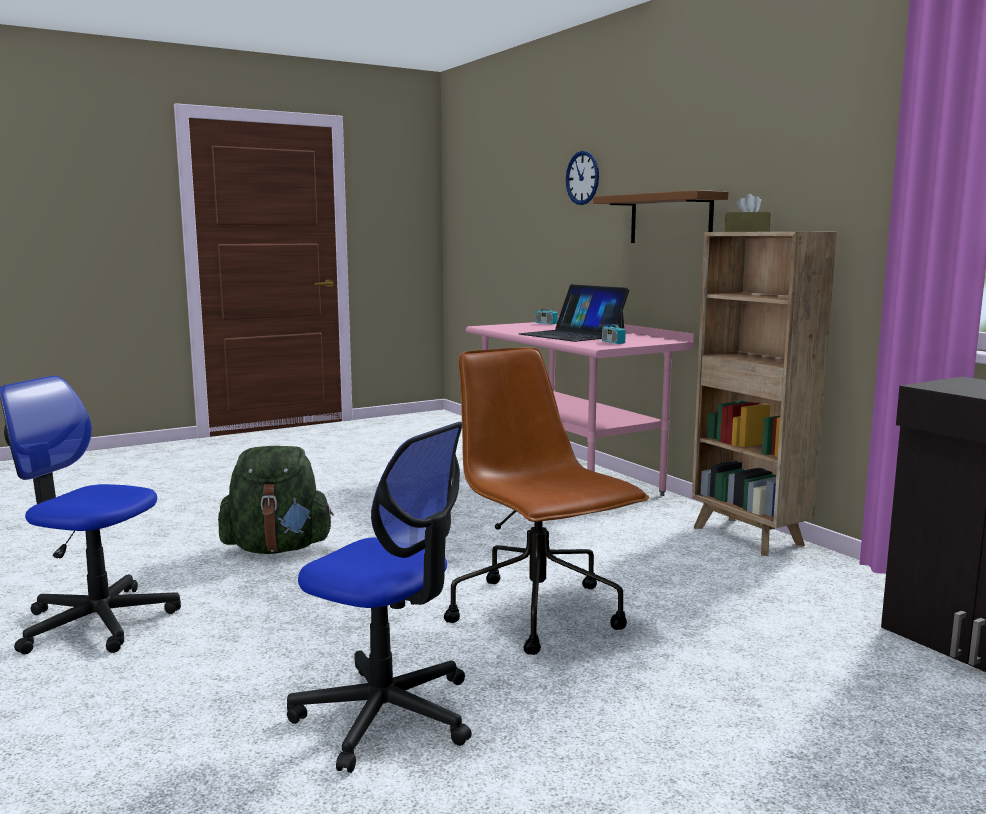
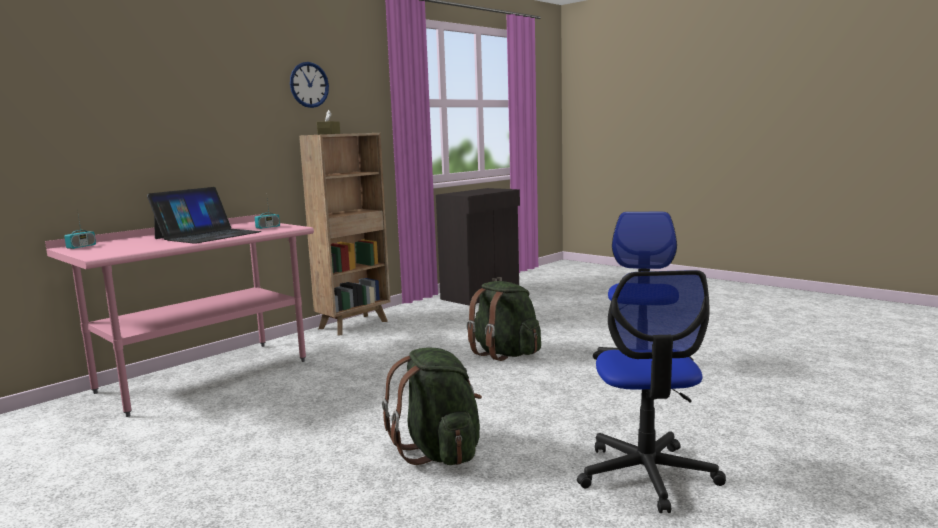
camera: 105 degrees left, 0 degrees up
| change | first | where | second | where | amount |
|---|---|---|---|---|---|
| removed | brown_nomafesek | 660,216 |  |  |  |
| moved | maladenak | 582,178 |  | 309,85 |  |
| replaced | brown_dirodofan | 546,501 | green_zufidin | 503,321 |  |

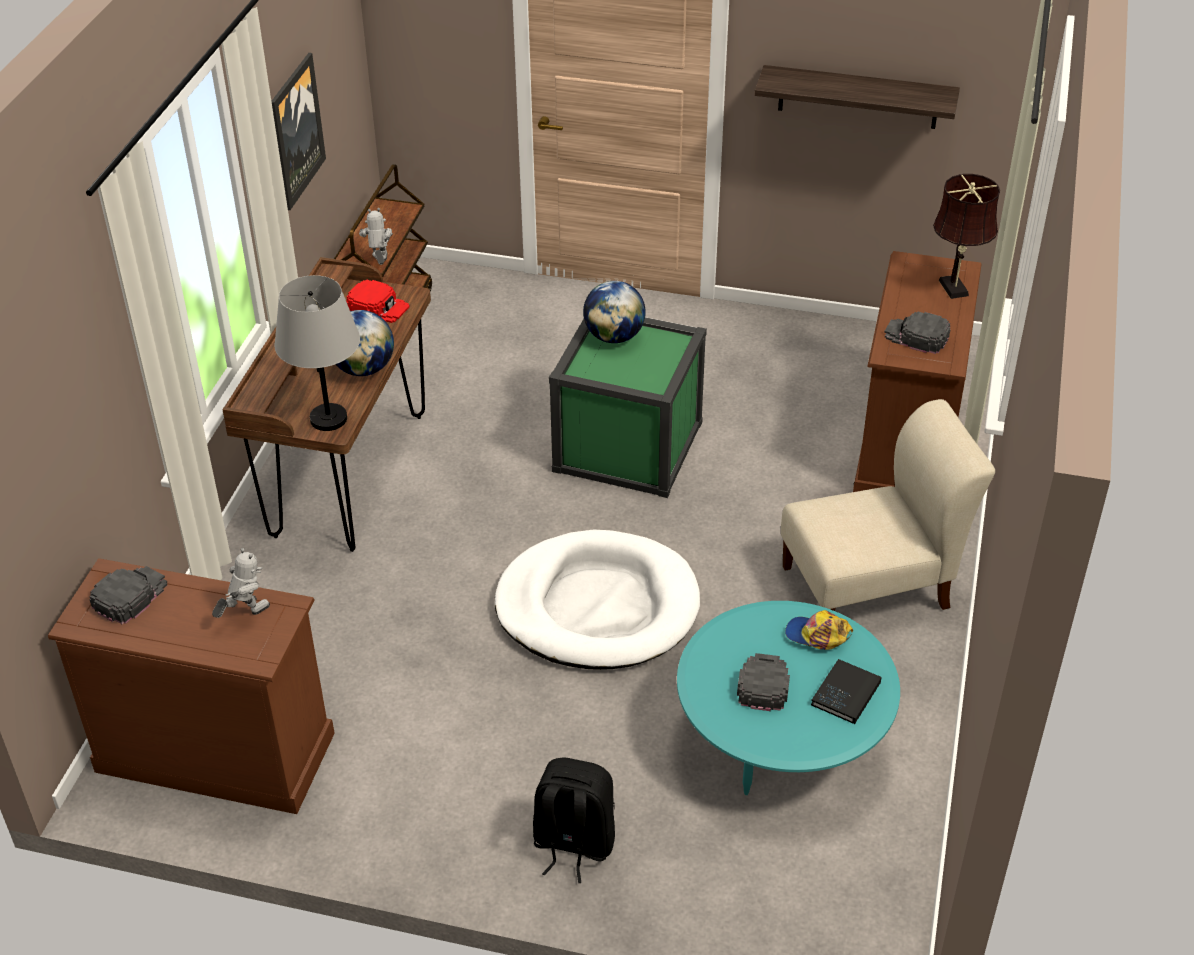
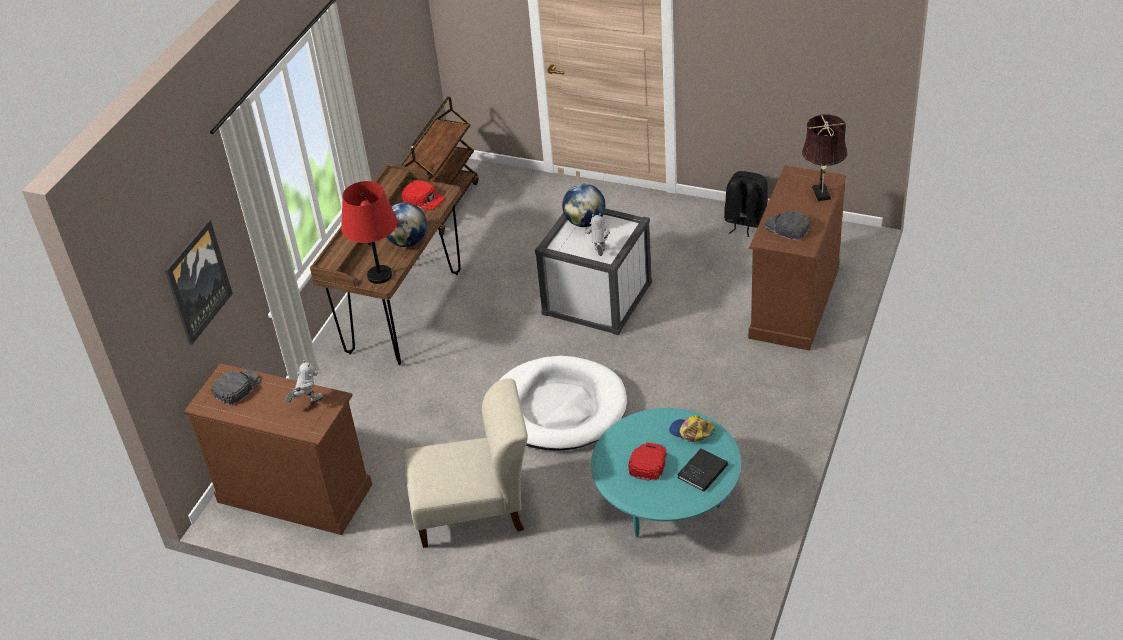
camera: 10 degrees right, 0 degrees up
| change | first | where | second | where | amount |
|---|---|---|---|---|---|
| removed | nomafesek | 857,97 |  |  |  |
| moved | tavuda | 298,131 |  | 199,282 |  |
| moved | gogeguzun | 376,236 |  | 597,234 |  |
| moved | black_zufidin | 574,820 |  | 746,204 |  |
| moved | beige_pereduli | 888,505 |  | 466,463 |  |
| recoloured | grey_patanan | 317,353 | red_patanan | 369,232 |  |
| recoloured | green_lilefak | 628,407 | white_lilefak | 593,272 |  |
| recoloured | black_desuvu | 763,682 | red_desuvu | 648,461 |  |

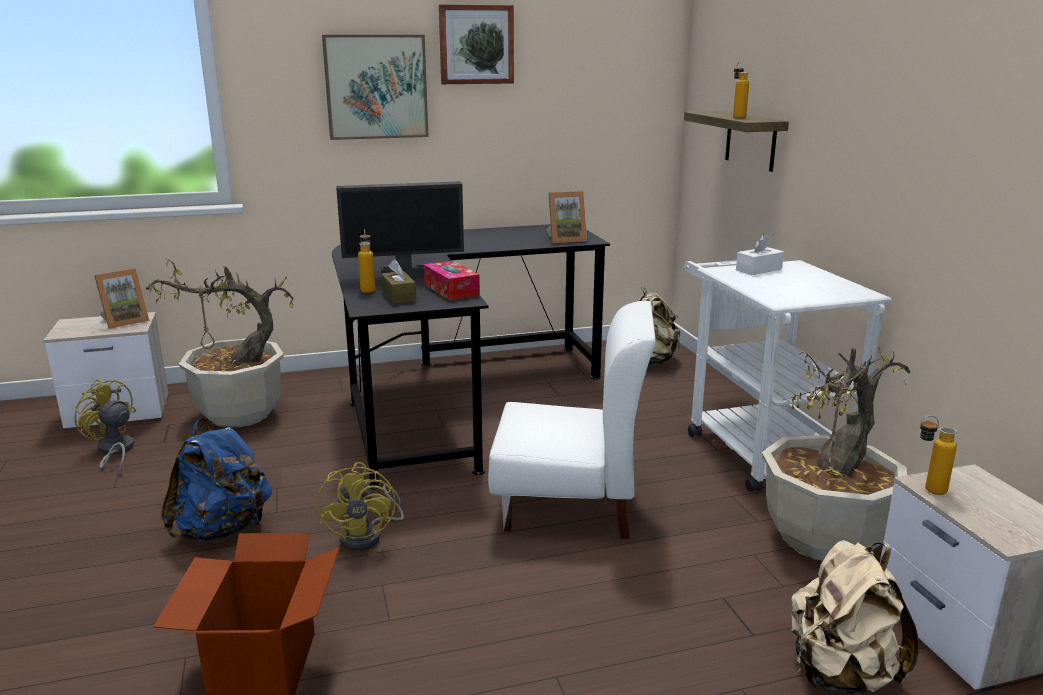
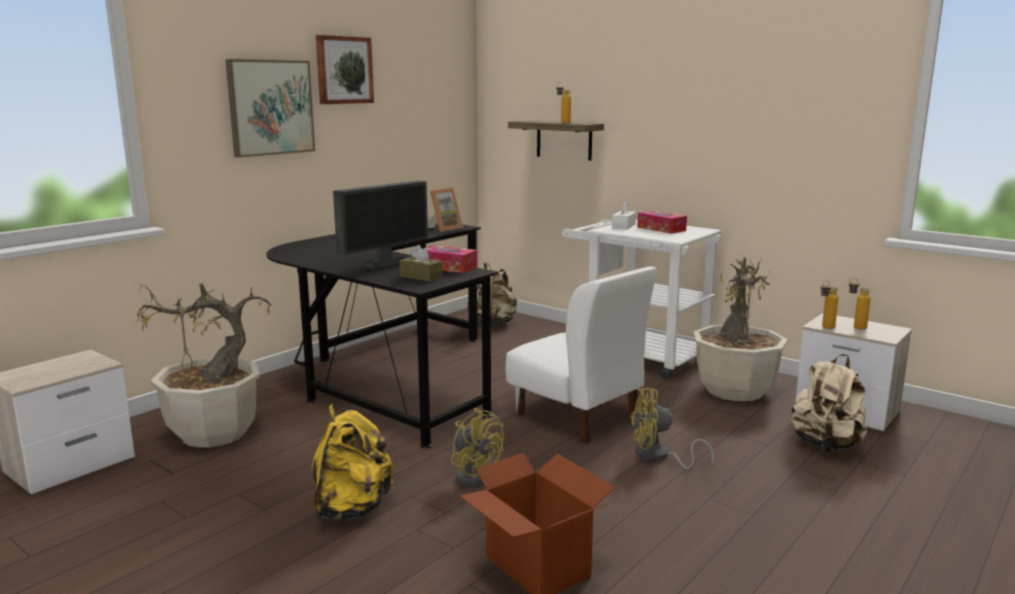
camera: 35 degrees left, 5 degrees down
| change | first | where | second | where | amount |
|---|---|---|---|---|---|
| removed | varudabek | 122,299 |  |  |  |
| added |  |  | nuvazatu | 662,222 |  |
| moved | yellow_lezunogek | 105,426 |  | 672,428 |  |
| moved | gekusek | 366,261 |  | 860,304 |  |
| recoloured | blue_zufidin | 216,479 | yellow_zufidin | 353,463 |  |
| turned | white_pereduli | 572,420 |  | 581,355 | 75 degrees clockwise |

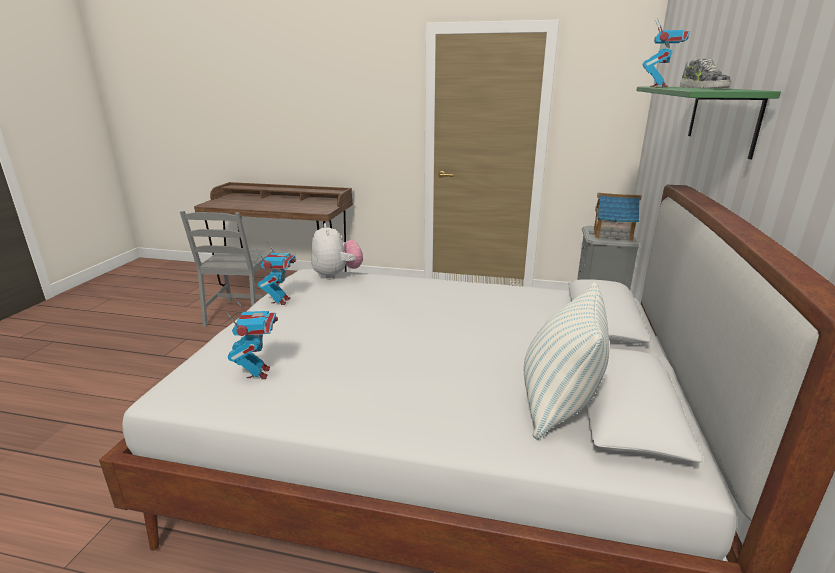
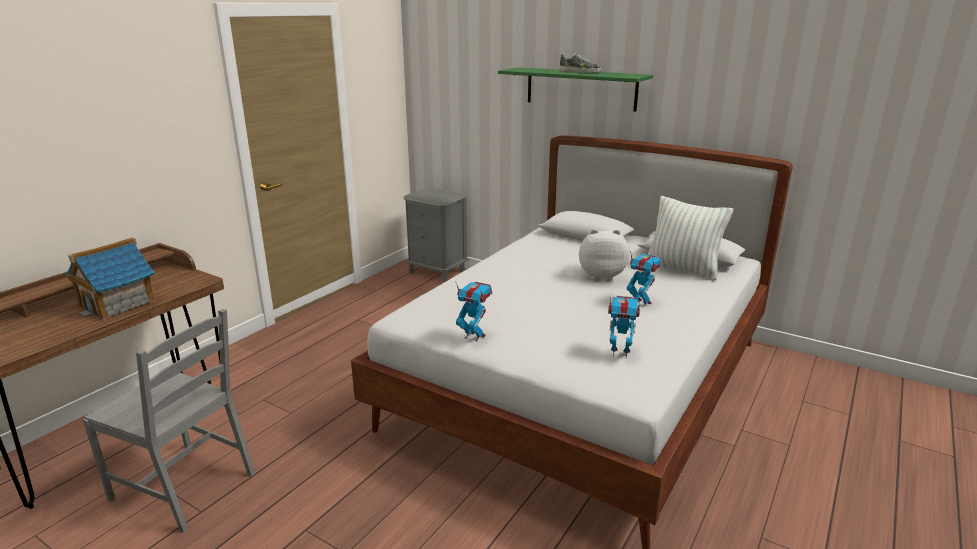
camera: 70 degrees left, 0 degrees up
| change | first | where | second | where | amount |
|---|---|---|---|---|---|
| moved | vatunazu | 337,251 |  | 604,255 |  |
| moved | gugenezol | 615,217 |  | 110,279 |  |
| moved | gogeguzun | 666,52 |  | 644,279 |  |

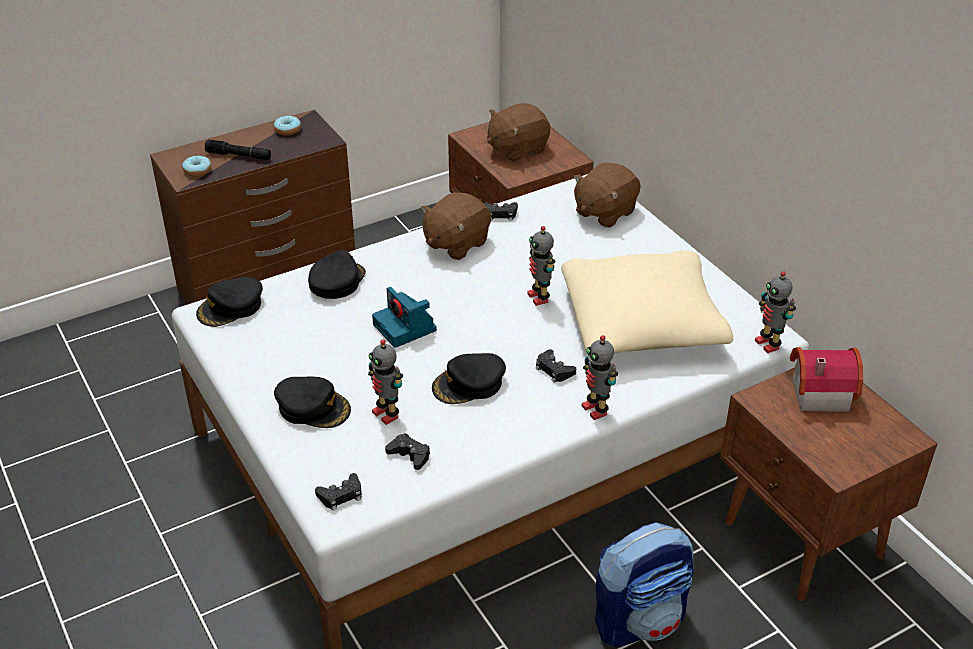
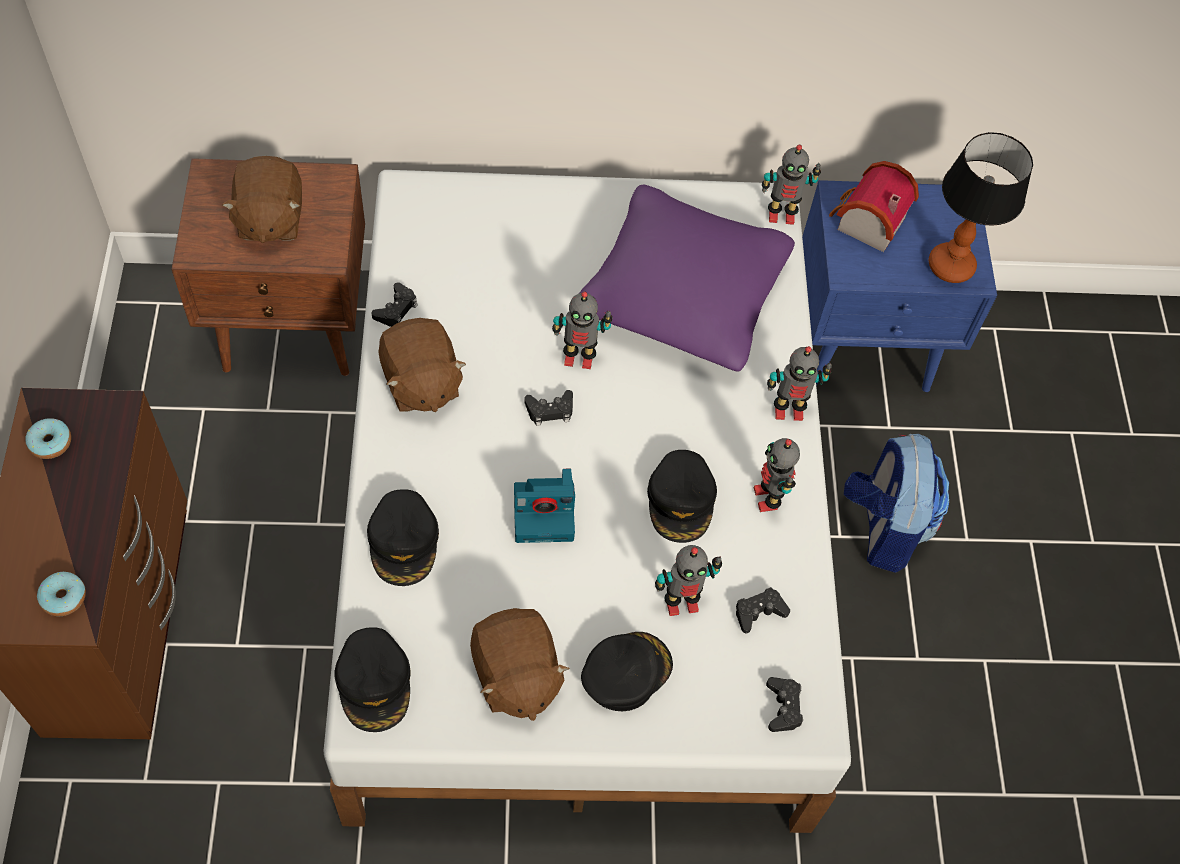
camera: 65 degrees left, 20 degrees up
| change | first | where | second | where | amount |
|---|---|---|---|---|---|
| removed | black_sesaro | 238,150 |  |  |  |
| added |  |  | gogeguzun | 777,475 |  |
| added |  |  | patanan | 981,207 |  |
| moved | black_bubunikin | 556,366 |  | 548,408 |  |
| moved | brown_vatunazu | 607,195 |  | 520,664 |  |
| recoloured | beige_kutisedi | 647,302 | purple_kutisedi | 687,278 |  |
| recoloured | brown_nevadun | 829,484 | blue_nevadun | 899,286 |  |
| turned | black_desuvu | 337,274 |  | 403,537 | 150 degrees counterclockwise |

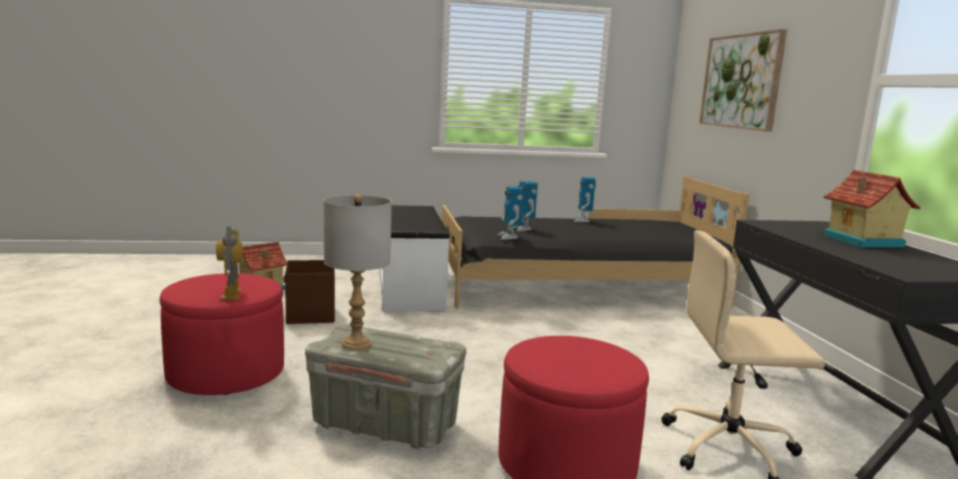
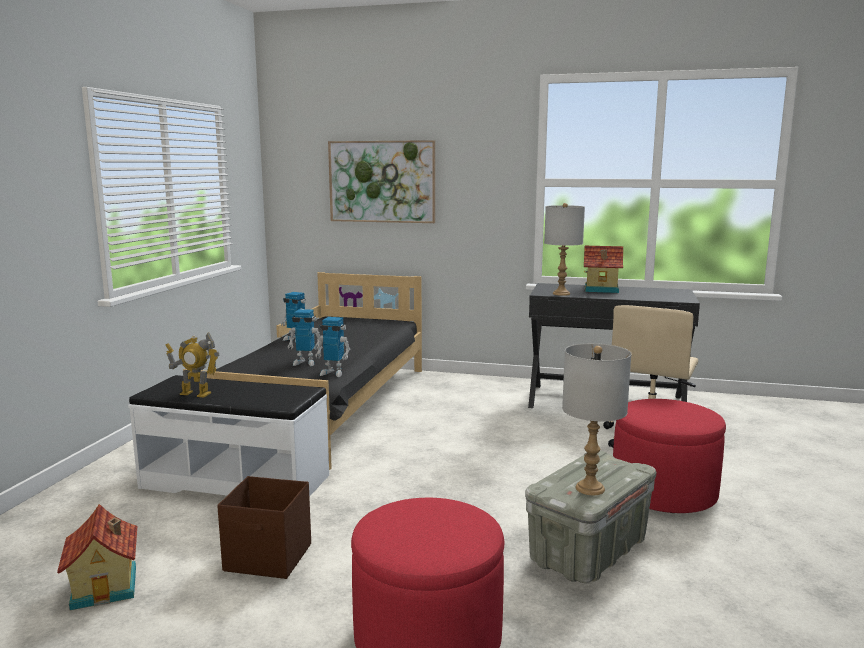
camera: 65 degrees left, 0 degrees up
| change | first | where | second | where | amount |
|---|---|---|---|---|---|
| added |  |  | grey_patanan | 564,249 |  |
| moved | gogeguzun | 229,263 |  | 193,364 |  |

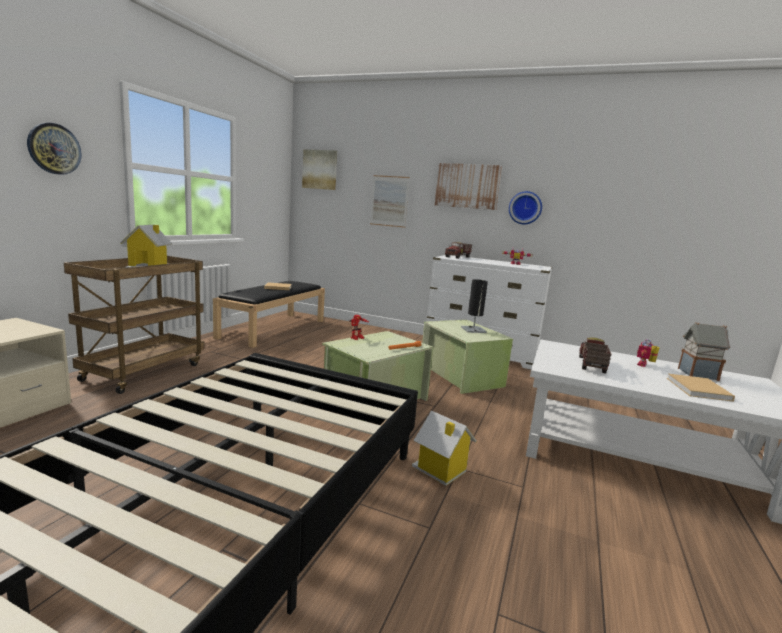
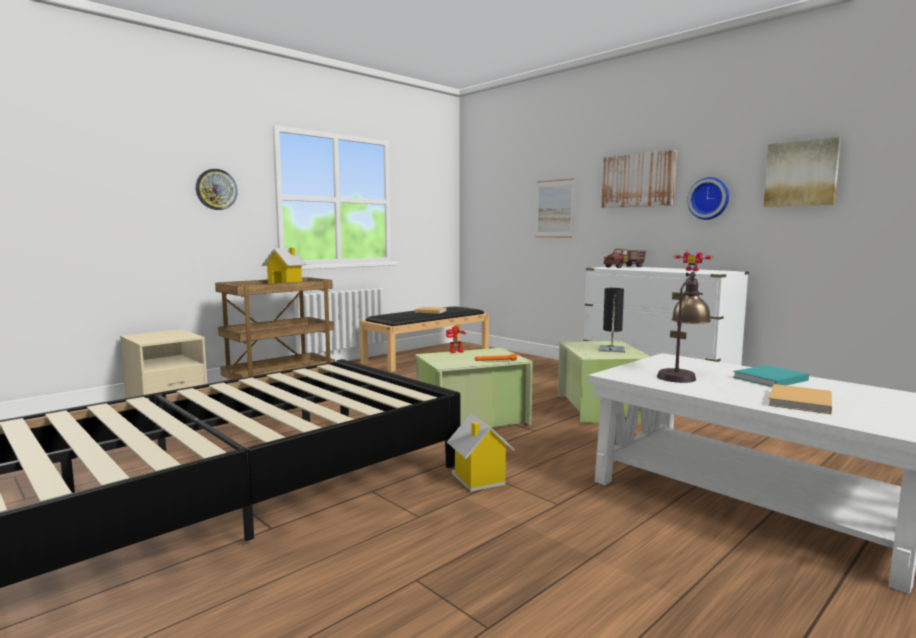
camera: 25 degrees right, 5 degrees down
| change | first | where | second | where | amount |
|---|---|---|---|---|---|
| removed | gugenezol | 704,351 |  |  |  |
| moved | tavuda | 319,169 |  | 802,172 |  |
| replaced | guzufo | 595,355 | patanan | 684,327 |  |
| replaced | gogeguzun | 648,353 | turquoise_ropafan | 771,376 |  |

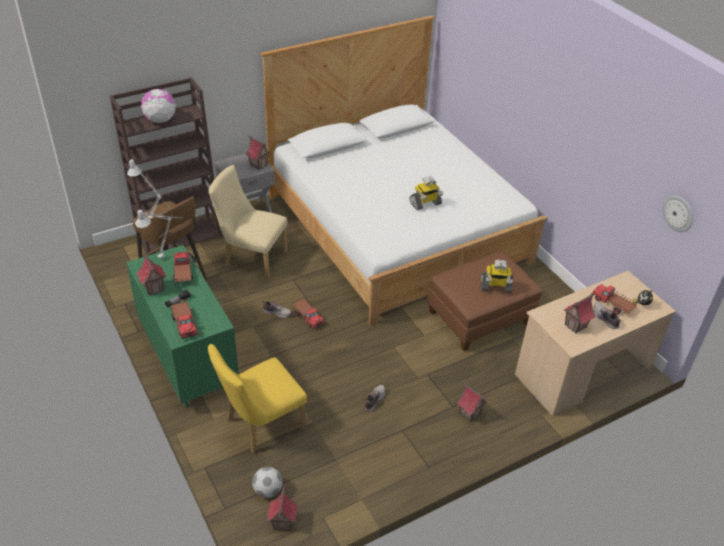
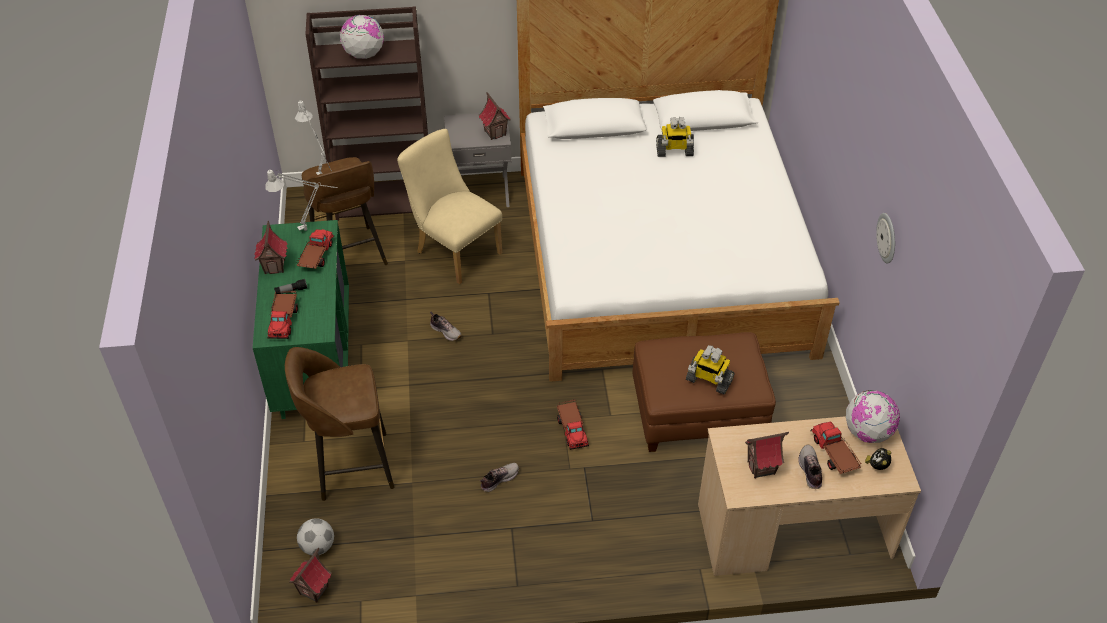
camera: 25 degrees right, 5 degrees up
| change | first | where | second | where | amount |
|---|---|---|---|---|---|
| removed | gugenezol | 472,402 |  |  |  |
| added |  |  | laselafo | 873,416 |  |
| moved | guzufo | 308,313 |  | 573,424 |  |
| moved | gogeguzun | 426,193 |  | 675,137 |  |
| moved | maladenak | 677,213 |  | 885,238 |  |
| replaced | yellow_pereduli | 257,398 | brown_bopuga | 339,424 |  |

